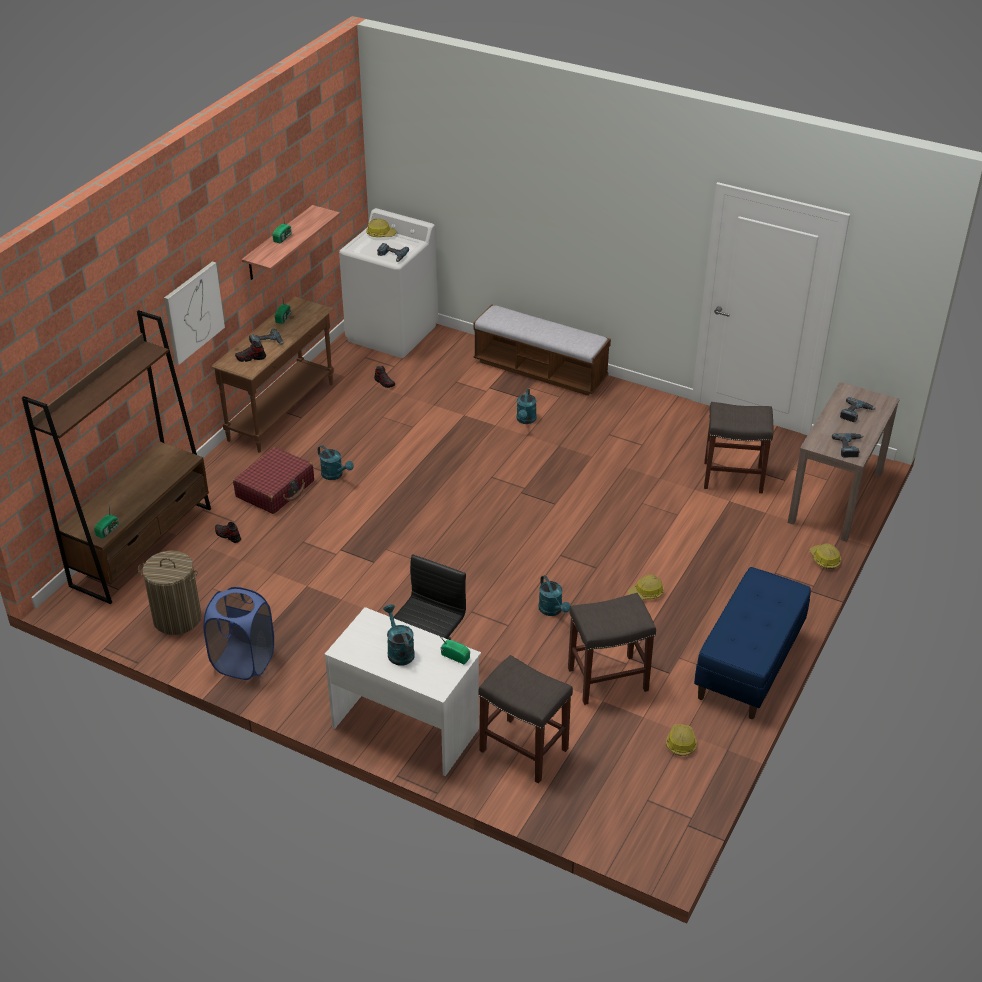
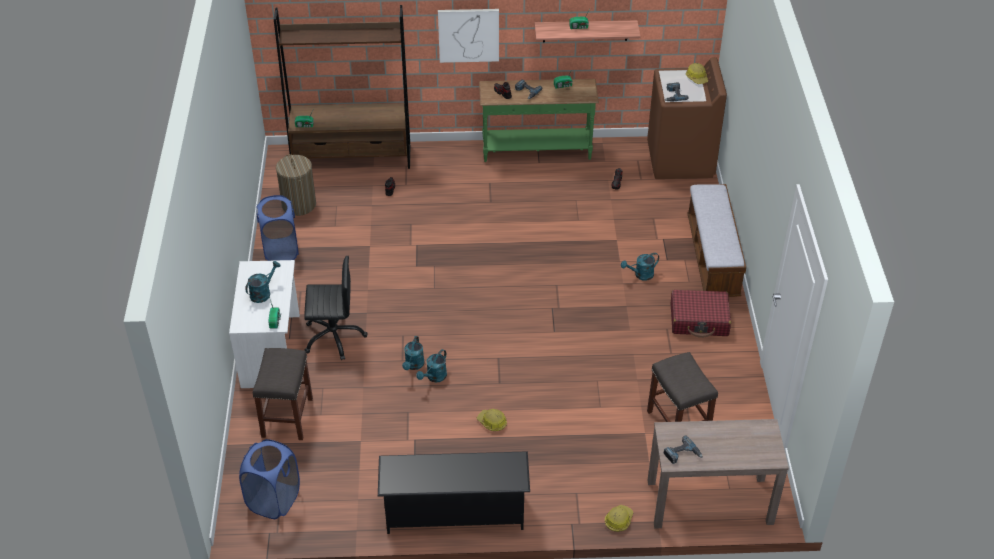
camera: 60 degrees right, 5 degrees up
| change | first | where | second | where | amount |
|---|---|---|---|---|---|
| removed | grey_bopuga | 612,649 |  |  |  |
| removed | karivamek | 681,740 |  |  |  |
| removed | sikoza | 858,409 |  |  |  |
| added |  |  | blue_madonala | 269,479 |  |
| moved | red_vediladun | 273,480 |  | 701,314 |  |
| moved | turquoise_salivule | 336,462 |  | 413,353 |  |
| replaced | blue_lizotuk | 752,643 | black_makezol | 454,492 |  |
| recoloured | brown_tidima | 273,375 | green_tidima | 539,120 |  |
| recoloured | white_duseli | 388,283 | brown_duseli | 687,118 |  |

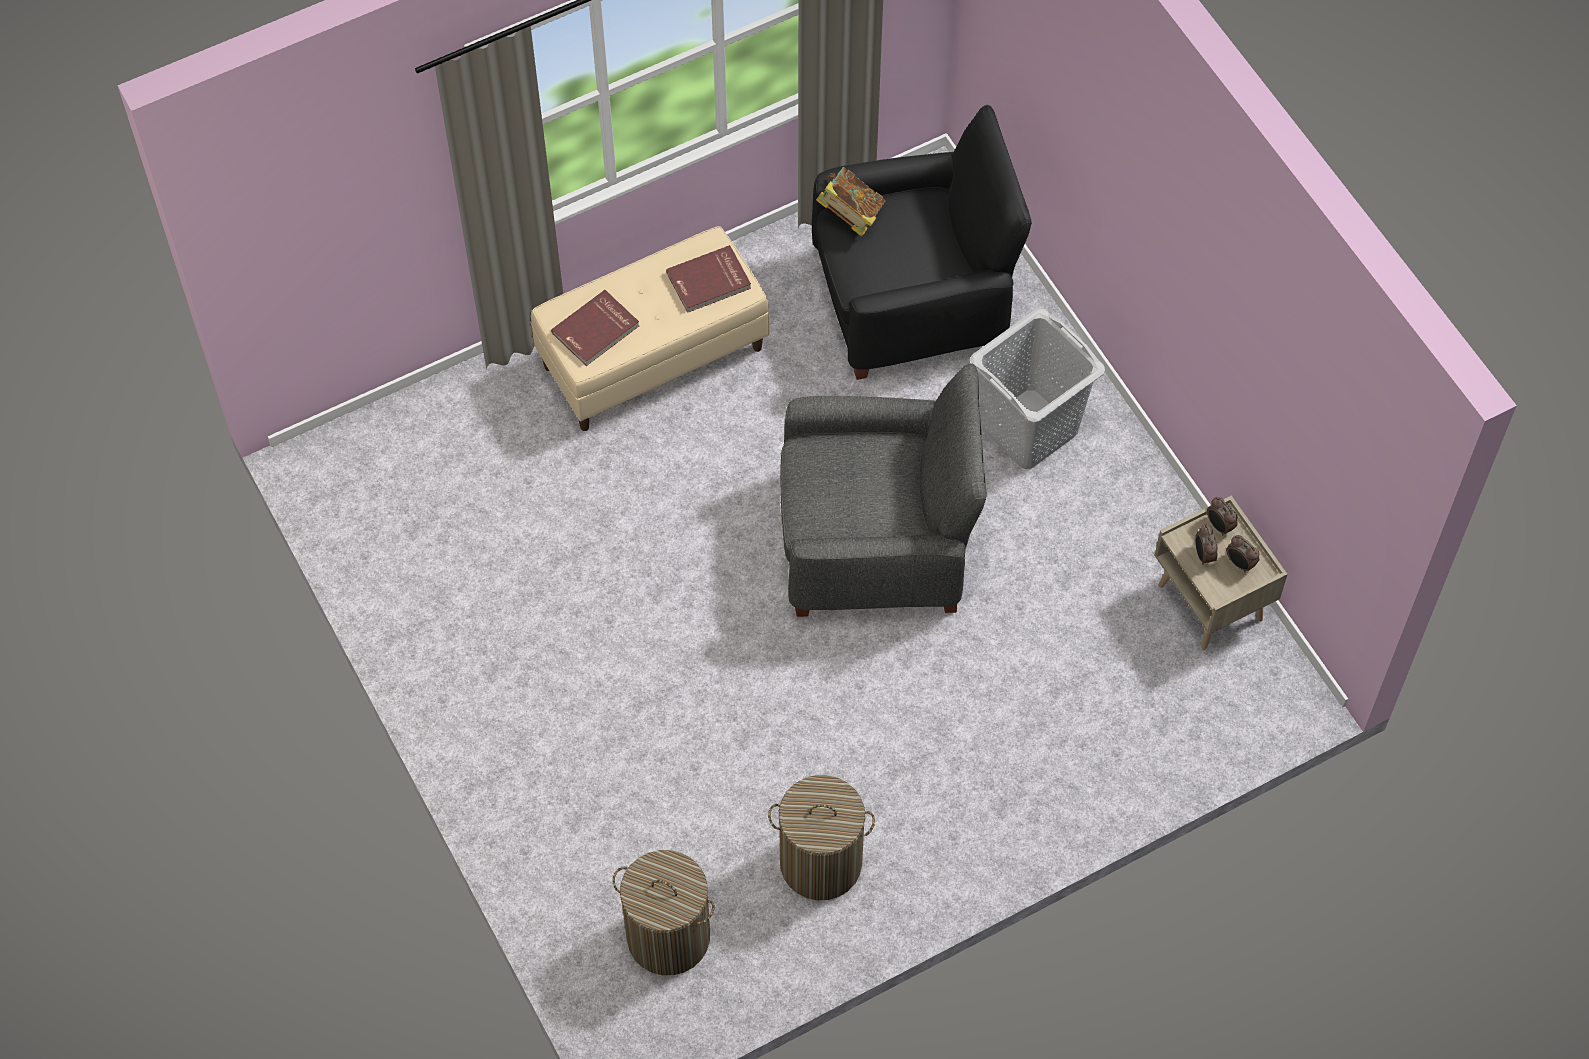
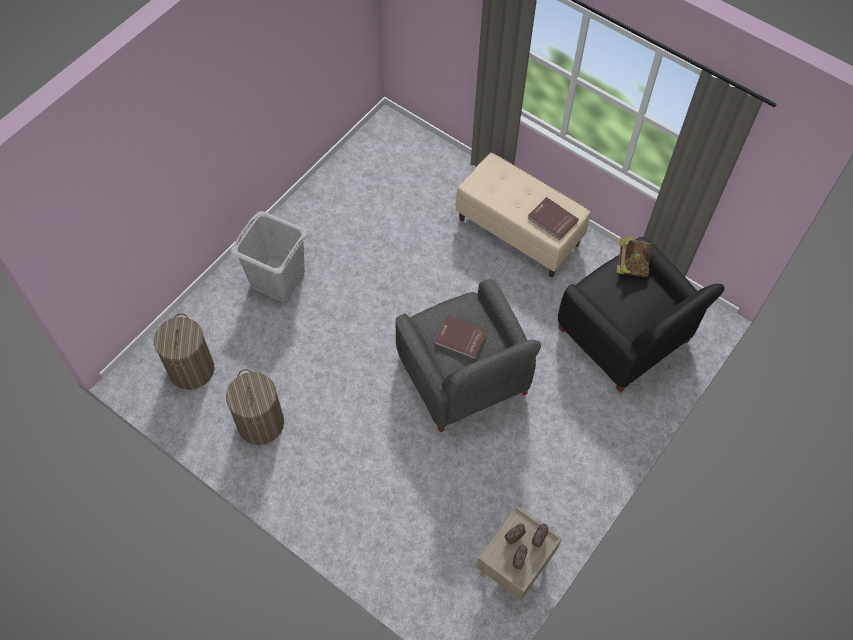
camera: 65 degrees right, 0 degrees up
| change | first | where | second | where | amount |
|---|---|---|---|---|---|
| moved | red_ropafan | 595,328 |  | 461,337 |  |
| moved | grey_madonala | 1037,388 |  | 269,256 |  |

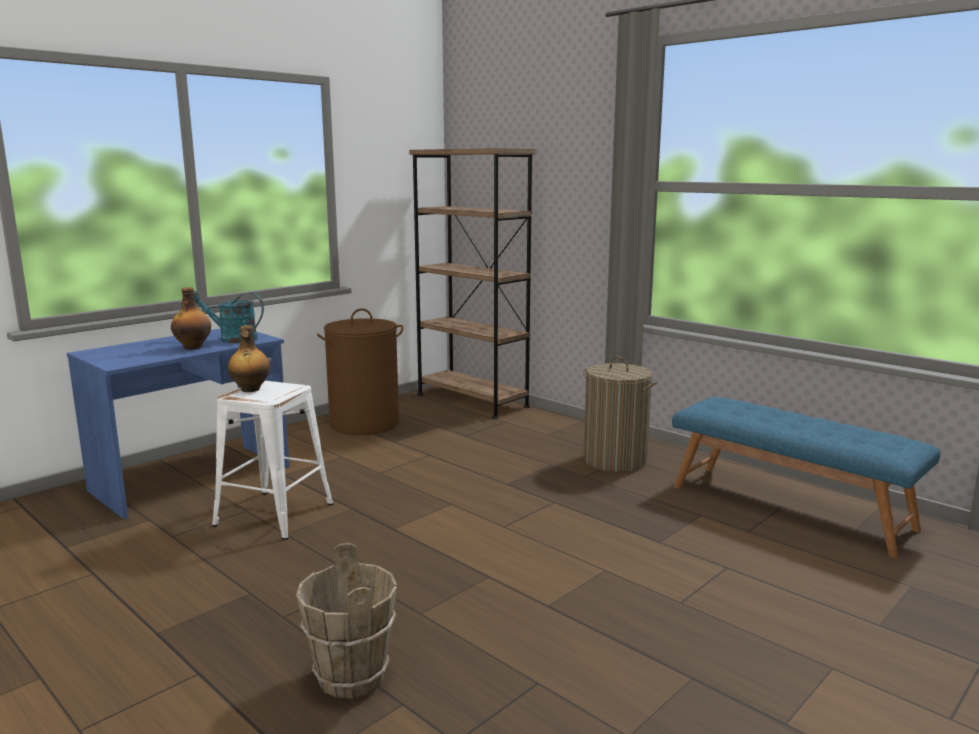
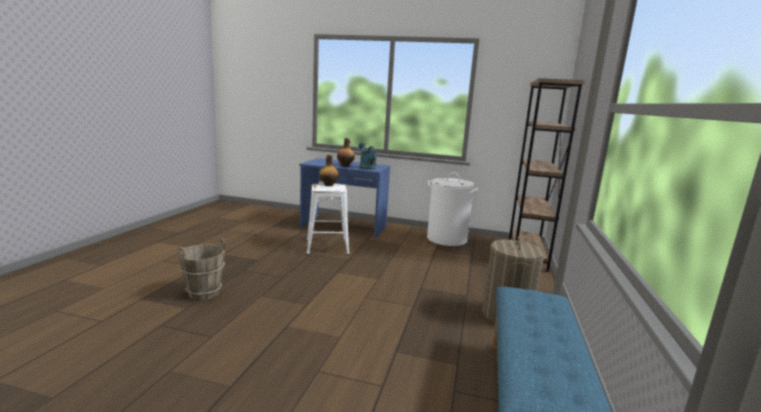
camera: 60 degrees right, 0 degrees up
| change | first | where | second | where | amount |
|---|---|---|---|---|---|
| recoloured | brown_madonala | 360,371 | white_madonala | 452,209 |  |

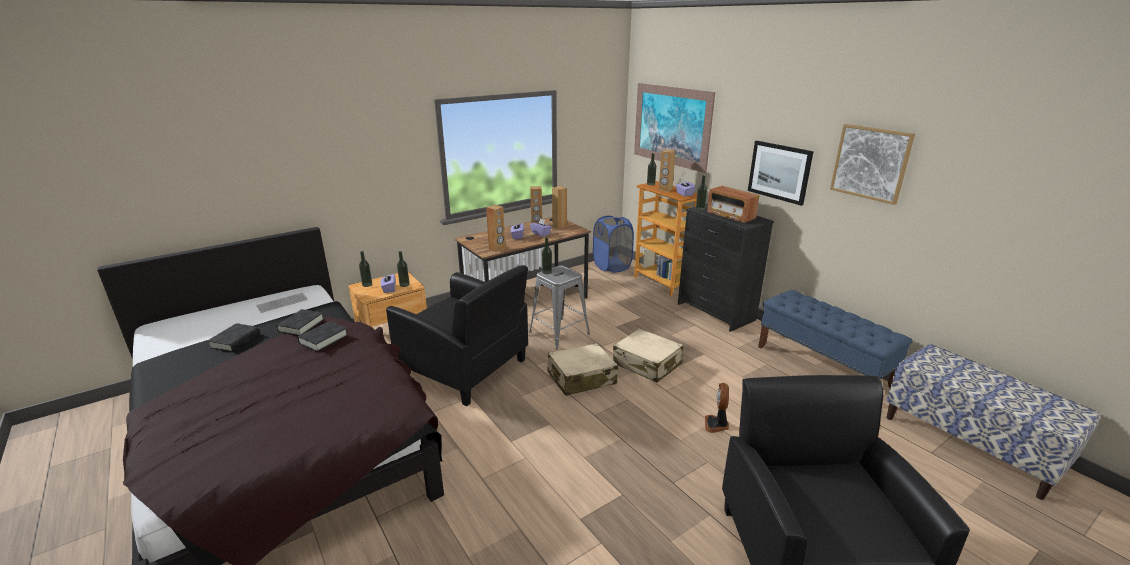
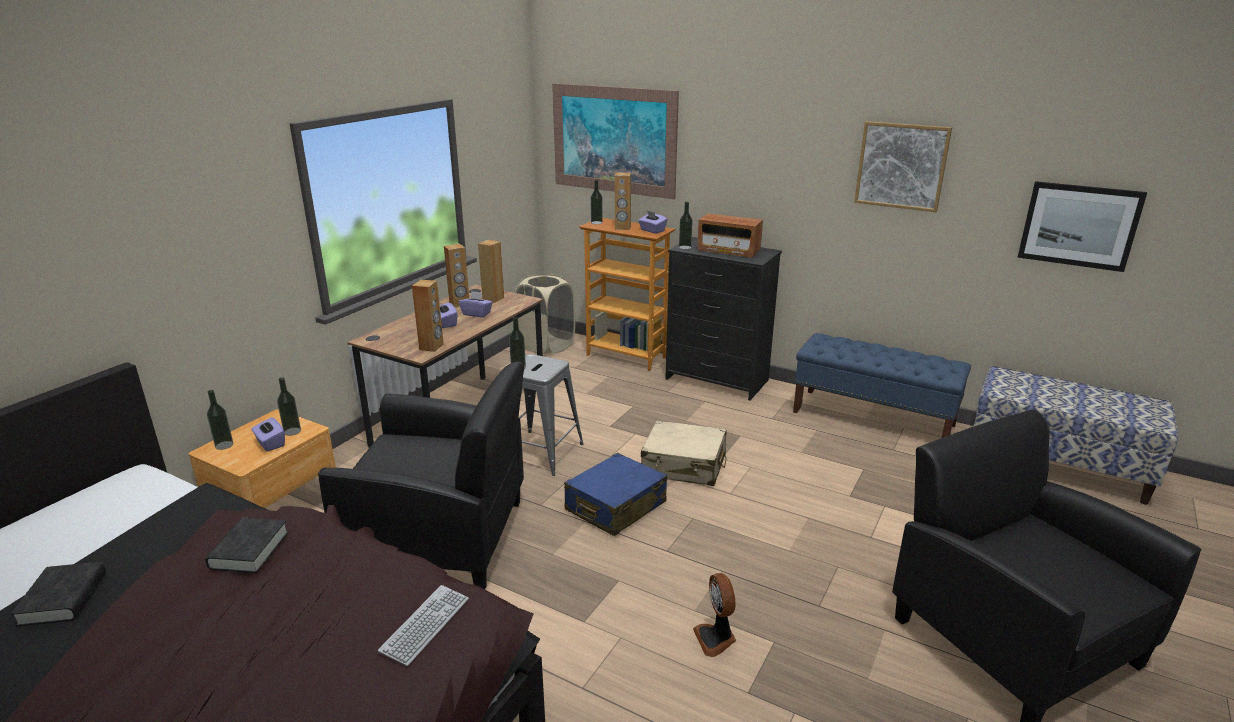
camera: 25 degrees left, 0 degrees up
| change | first | where | second | where | amount |
|---|---|---|---|---|---|
| removed | black_ropafan | 300,322 |  |  |  |
| moved | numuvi | 282,303 |  | 423,625 |  |
| moved | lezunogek | 717,408 |  | 714,615 |  |
| moved | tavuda | 781,173 |  | 1082,226 |  |
| recoloured | beige_vediladun | 583,369 | blue_vediladun | 615,494 |  |
| recoloured | blue_madonala | 613,244 | beige_madonala | 545,314 |  |

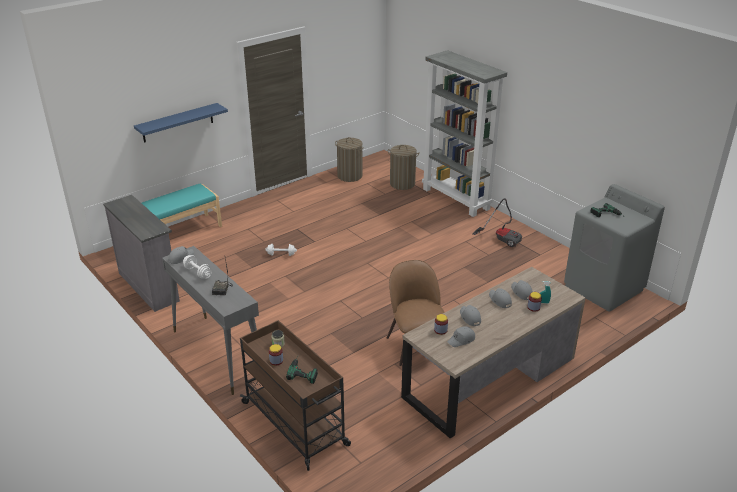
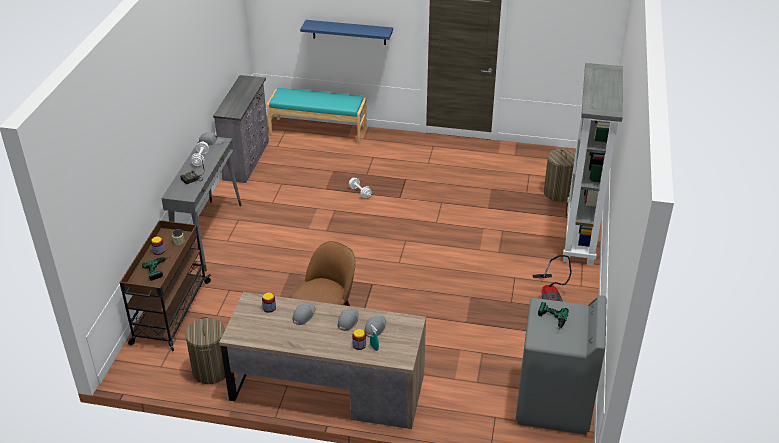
camera: 50 degrees right, 5 degrees up
| change | first | where | second | where | amount |
|---|---|---|---|---|---|
| removed | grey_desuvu | 461,336 |  |  |  |
| moved | madonala | 349,159 |  | 205,350 |  |

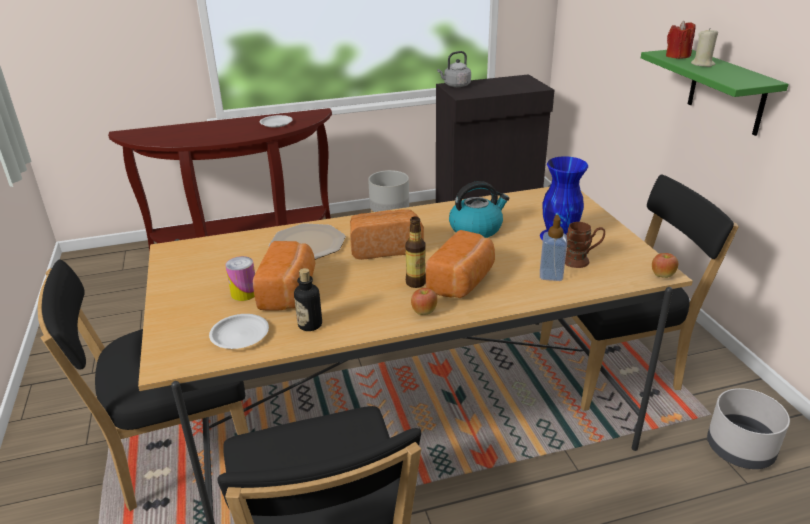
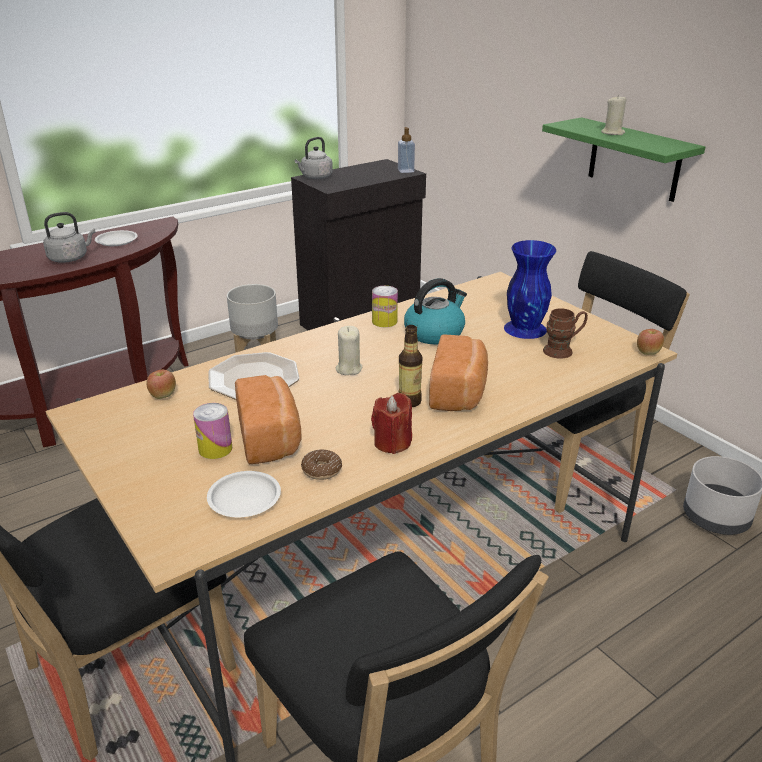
camera: 20 degrees left, 0 degrees up
| change | first | where | second | where | amount |
|---|---|---|---|---|---|
| added |  |  | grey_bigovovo | 69,237 |  |
| added |  |  | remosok | 385,306 |  |
| moved | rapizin | 424,301 |  | 161,384 |  |
| moved | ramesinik | 553,248 |  | 406,150 |  |
| moved | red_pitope | 680,40 |  | 391,423 |  |
| replaced | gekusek | 308,299 | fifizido | 321,465 |  |
| replaced | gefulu | 387,234 | beige_pitope | 349,350 |  |

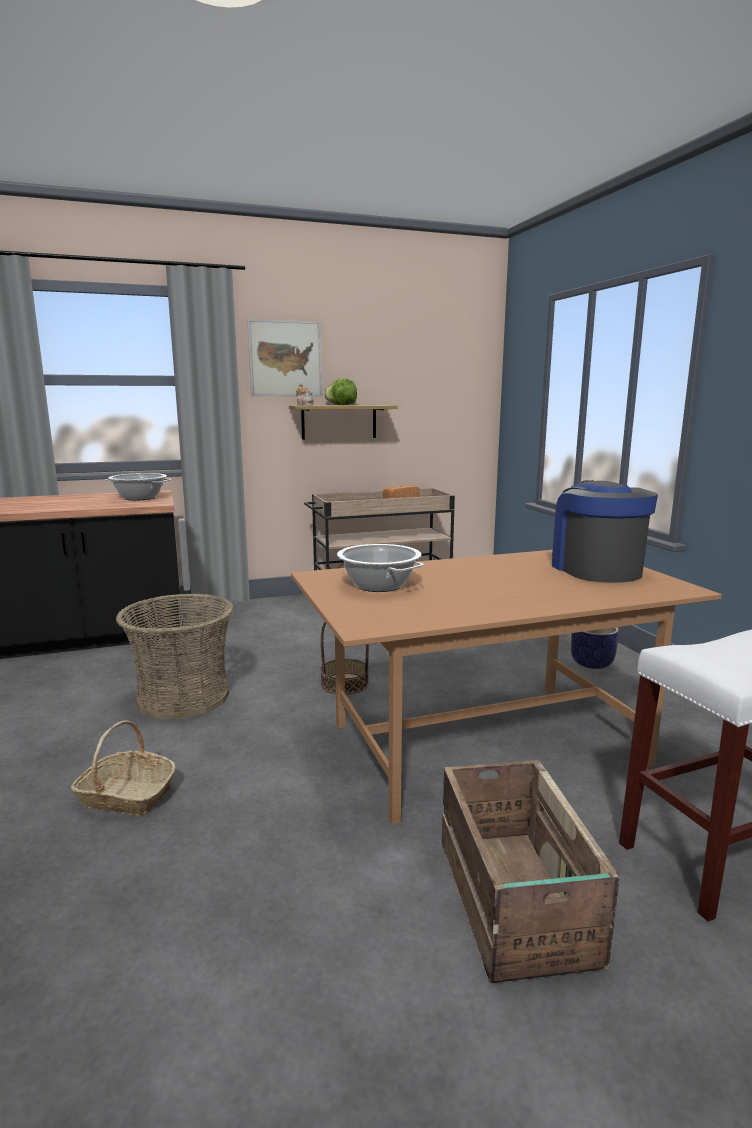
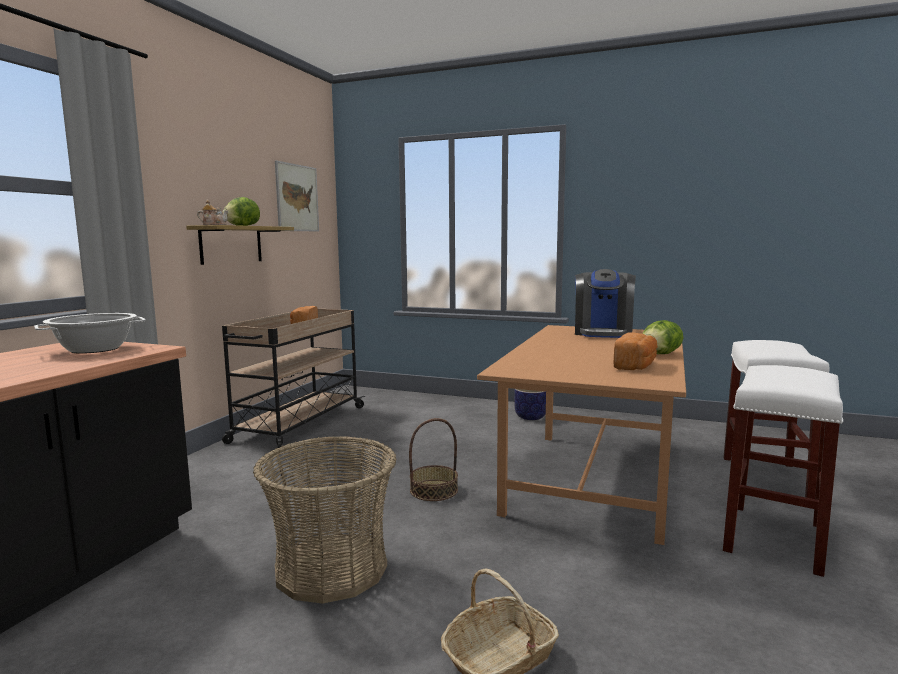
camera: 50 degrees left, 5 degrees down
| change | first | where | second | where | amount |
|---|---|---|---|---|---|
| removed | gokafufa | 380,568 |  |  |  |
| added |  |  | gefulu | 635,351 |  |
| added |  |  | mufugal | 663,337 |  |
| moved | tavuda | 284,358 |  | 297,195 |  |
| replaced | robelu | 531,871 | white_bopuga | 783,471 |  |
| turned | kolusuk | 605,531 |  | 605,303 | 105 degrees counterclockwise |

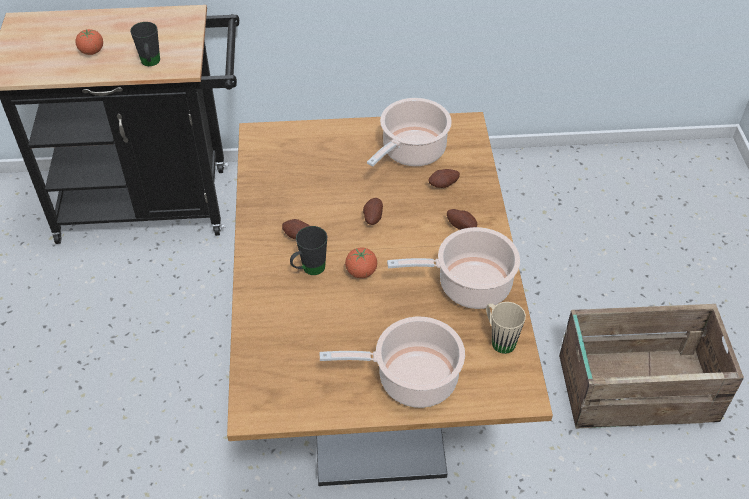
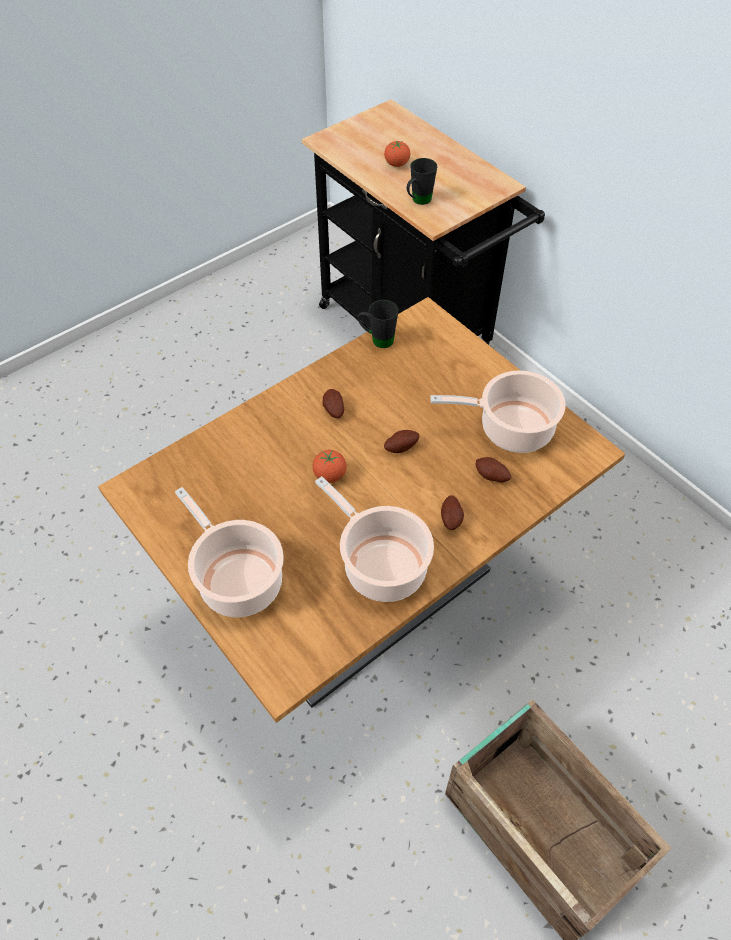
camera: 55 degrees right, 5 degrees up
| change | first | where | second | where | amount |
|---|---|---|---|---|---|
| removed | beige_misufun | 506,328 |  |  |  |
| moved | black_misufun | 308,250 |  | 378,324 |  |

